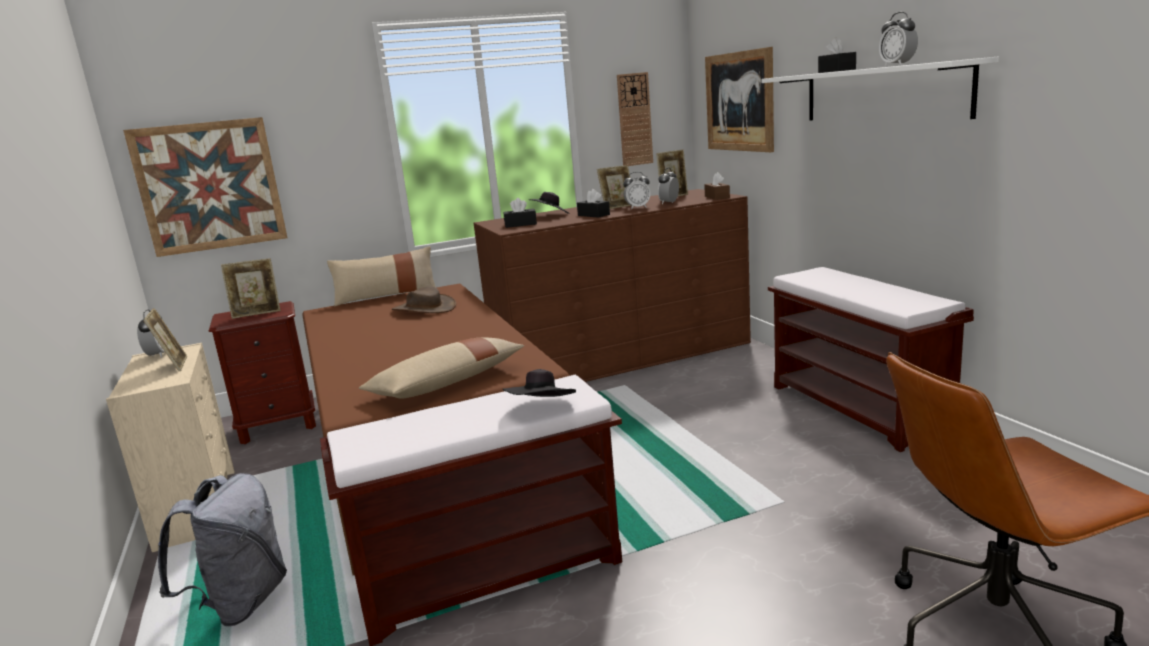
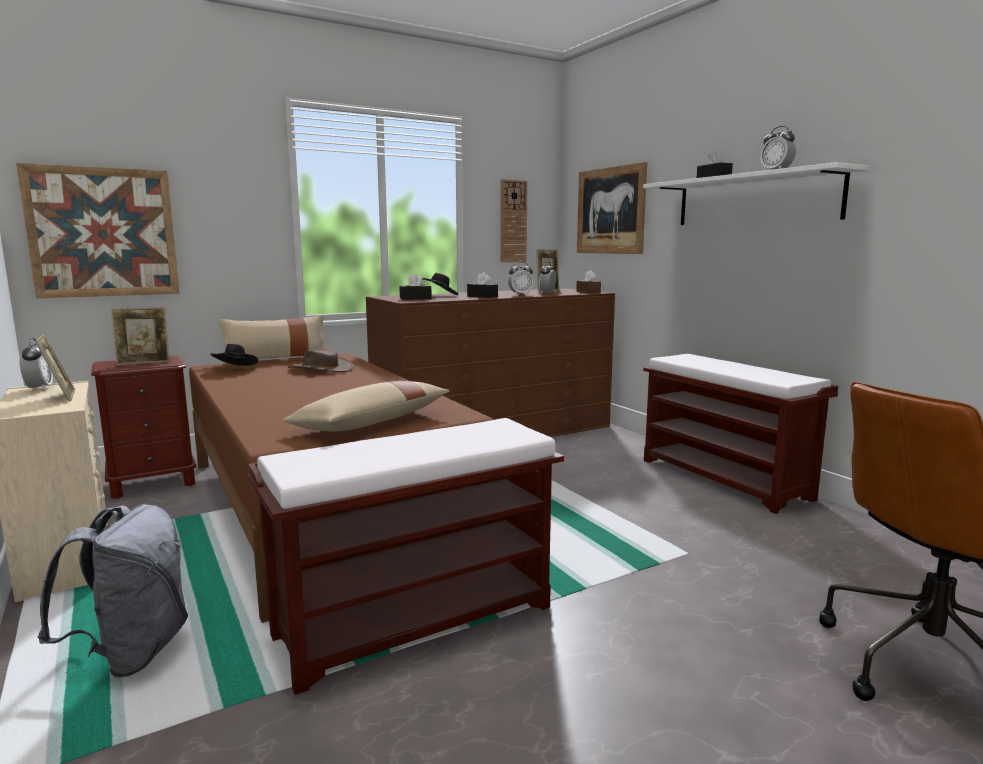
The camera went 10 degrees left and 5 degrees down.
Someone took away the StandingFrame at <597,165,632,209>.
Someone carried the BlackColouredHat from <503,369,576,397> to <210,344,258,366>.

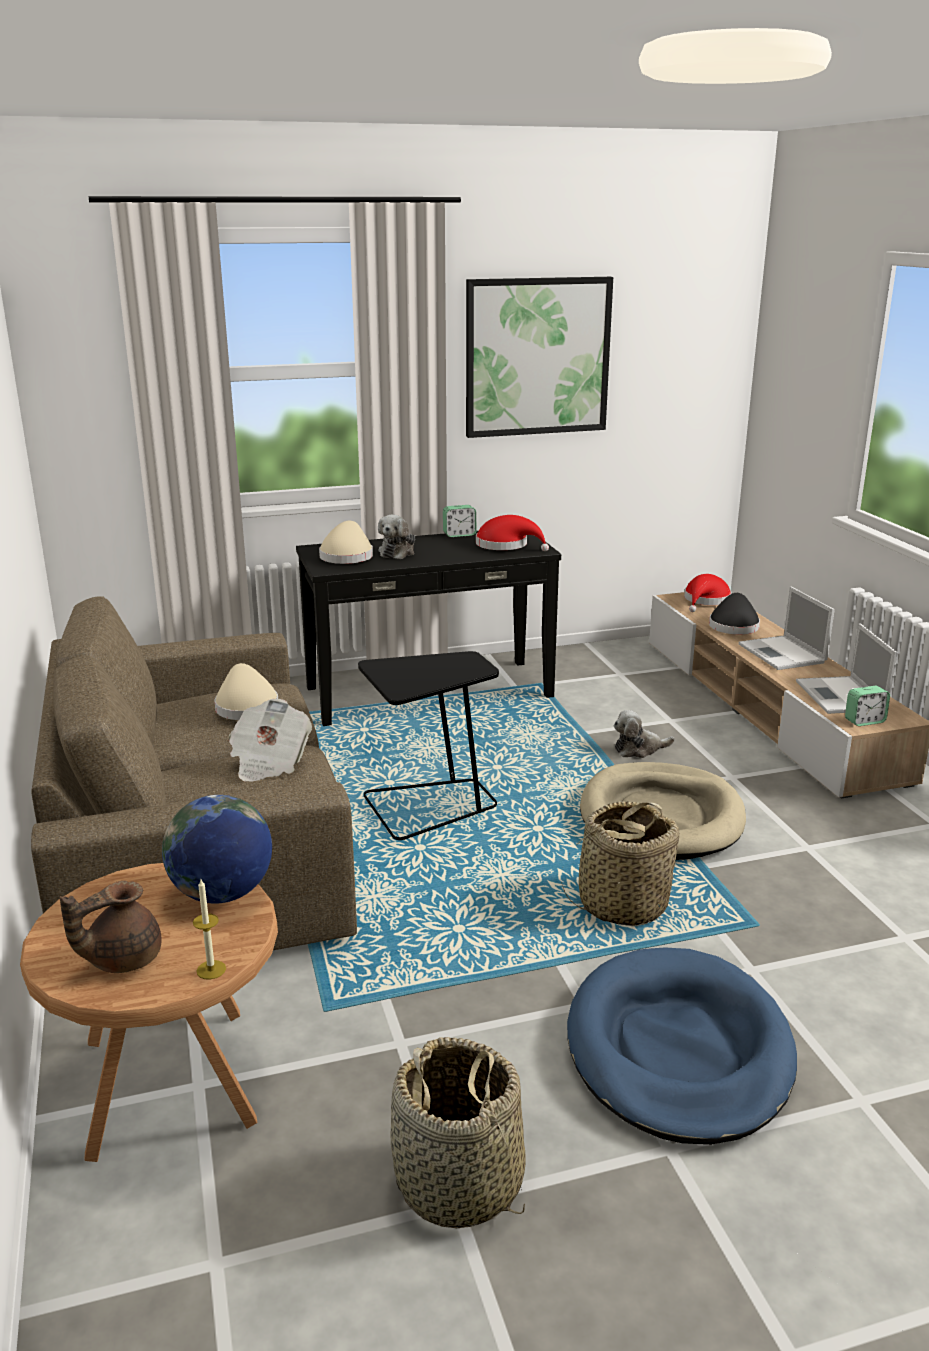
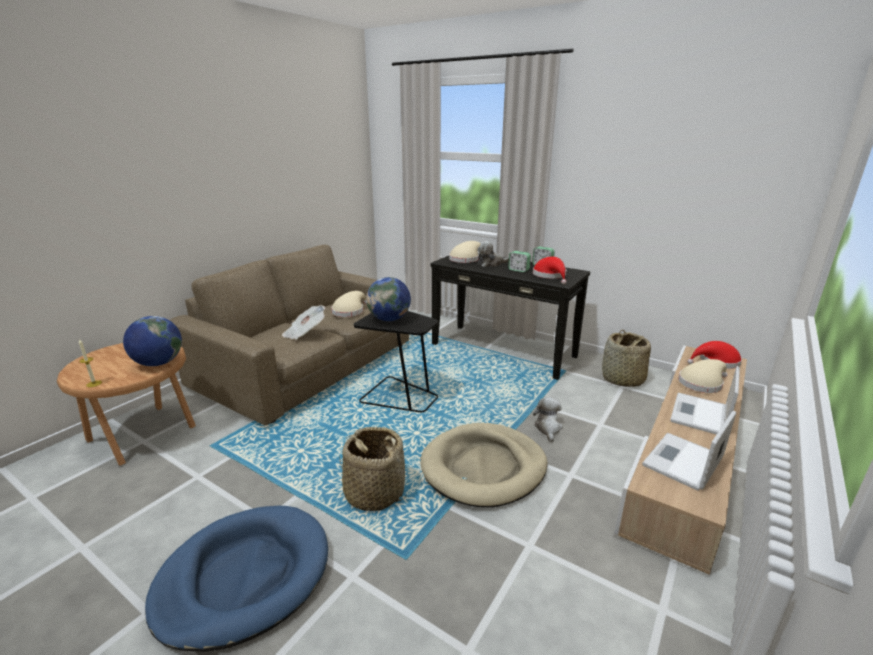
The camera went 50 degrees right and 0 degrees up.
Someone took away the BrownTeaPot at <60,881,162,973>.
Someone took away the WallPicture at <466,277,613,438>.
Someone put down the DeskGlobe at <366,277,411,321>.
Someone carried the StorageBasket from <391,1037,525,1228> to <602,329,651,387>.
Someone carried the TableClock from <845,686,890,726> to <508,251,531,272>.
Someone repainted the BlackColouredHat at <709,593,760,635>, which became the SandColouredHat at <678,359,728,393>.
Someone rotated the PlushToy at <614,710,675,758> by 60 degrees clockwise.

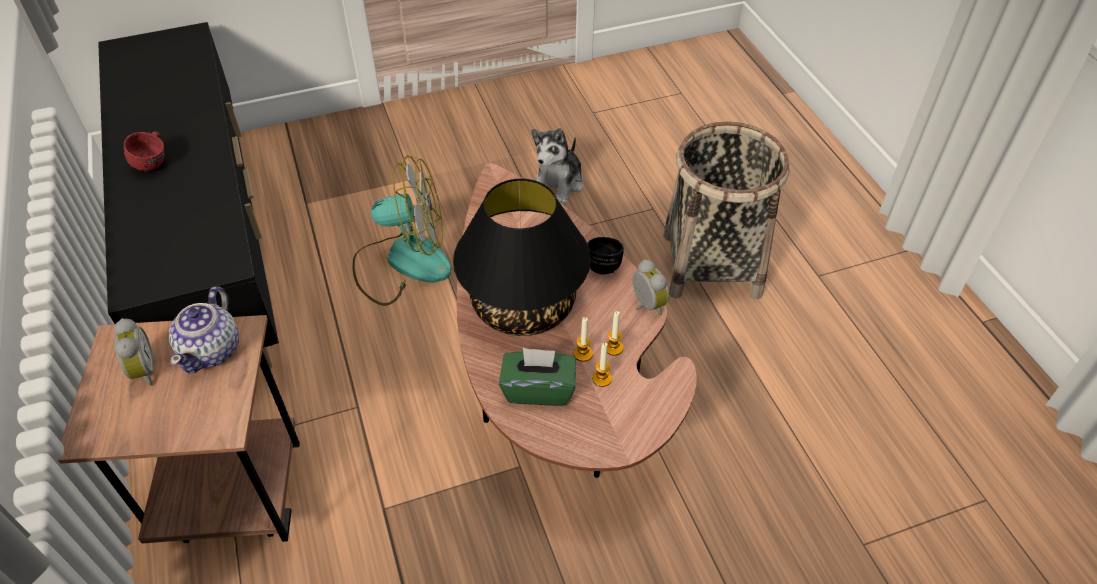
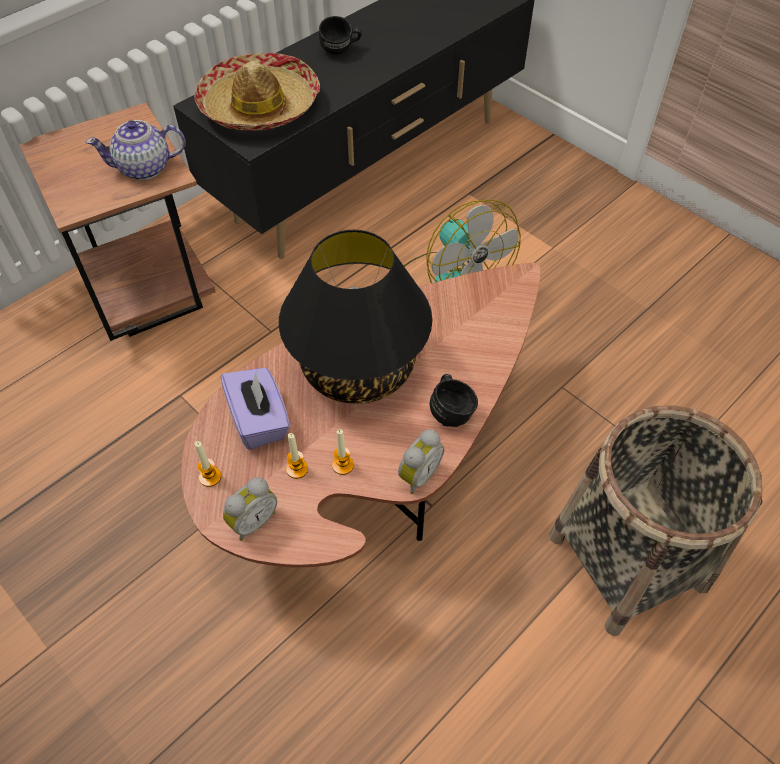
The camera went 65 degrees right and 5 degrees up.
Someone took away the PlushToy at <532,128,584,205>.
Someone put down the Hat at <195,53,320,131>.
Someone carried the TableClock from <114,318,154,386> to <223,477,277,541>.
Someone carried the Candle from <574,317,593,362> to <195,441,221,487>.
Someone repainted the RedCoffeeMug at <123,131,164,172>, which became the BlackColouredCoffeeMug at <319,16,362,55>.
Someone repainted the GreenColouredTissueBox at <499,347,576,406>, which became the PurpleColouredTissueBox at <221,368,290,450>.

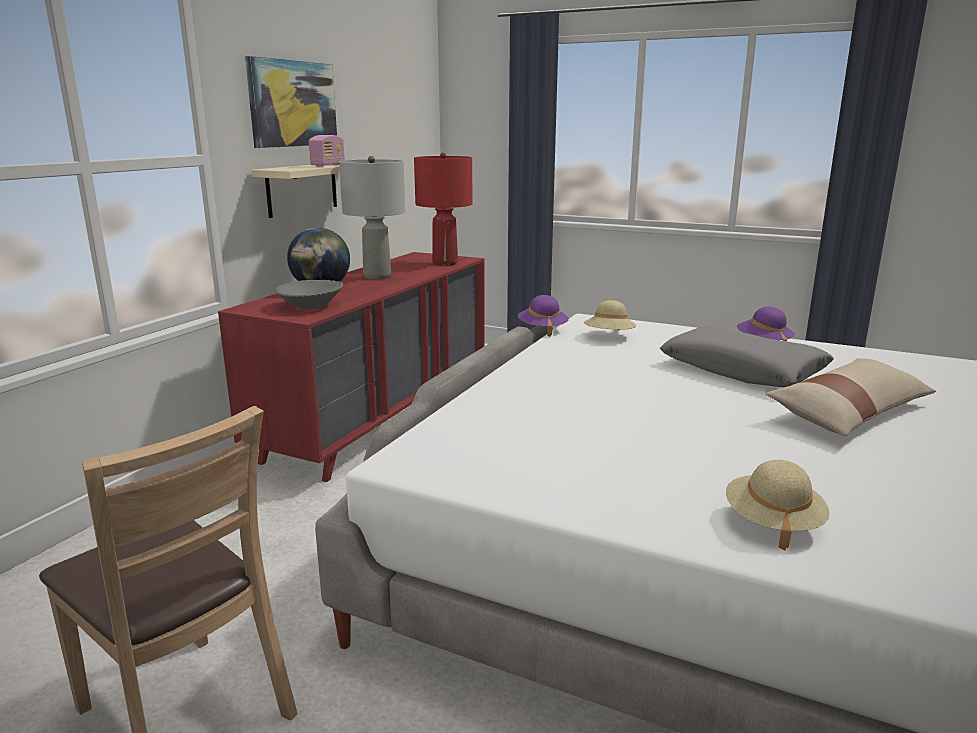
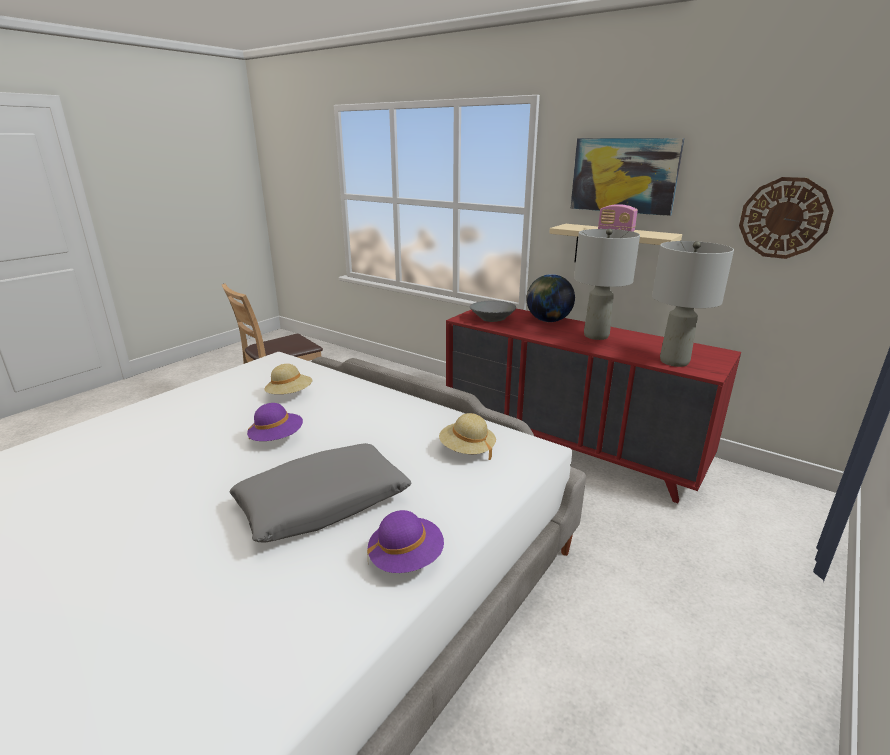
The camera went 100 degrees right and 5 degrees up.
Someone took away the SandColouredThrowPillow at <766,358,936,436>.
Someone put up the WallClock at <739,177,834,259>.
Someone carried the PurpleColouredHat from <518,295,569,337> to <247,403,303,441>.
Someone carried the SandColouredHat from <726,460,830,550> to <264,364,312,394>.
Someone repainted the RedTabletopLamp at <414,153,473,266>, which became the GrayTabletopLamp at <652,241,734,367>.

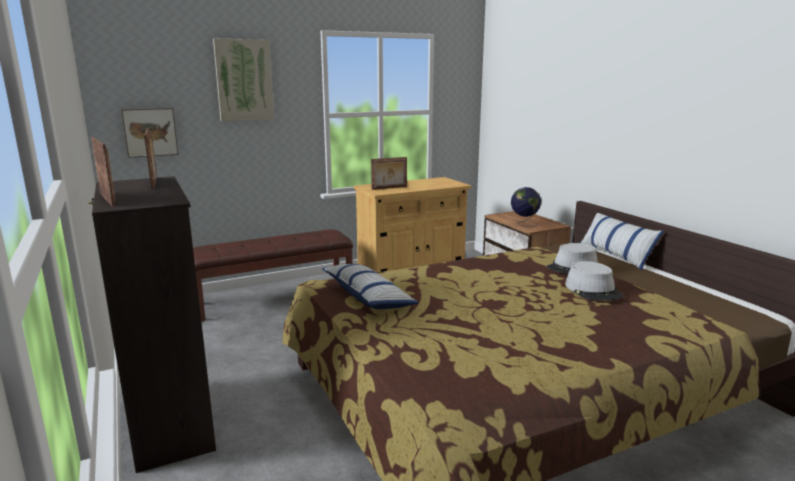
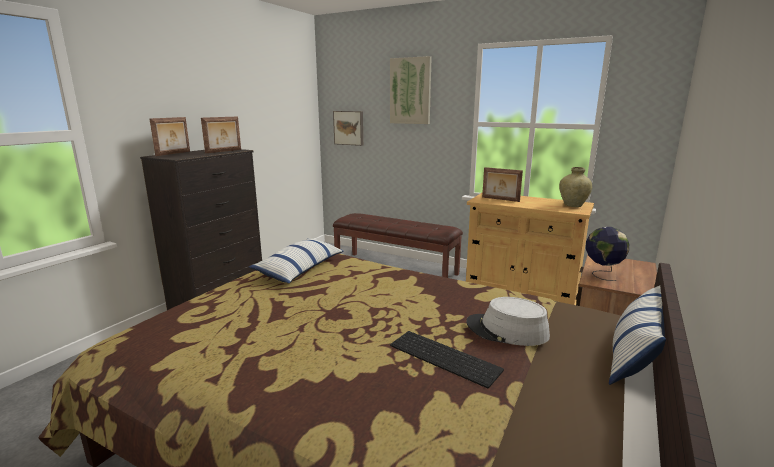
The camera went 55 degrees right and 0 degrees up.
Someone put down the SandColouredDecorativeVase at <559,167,592,207>.
Someone swapped the GrayHat at <565,261,623,301> for the PcKeyboard at <390,331,504,388>.

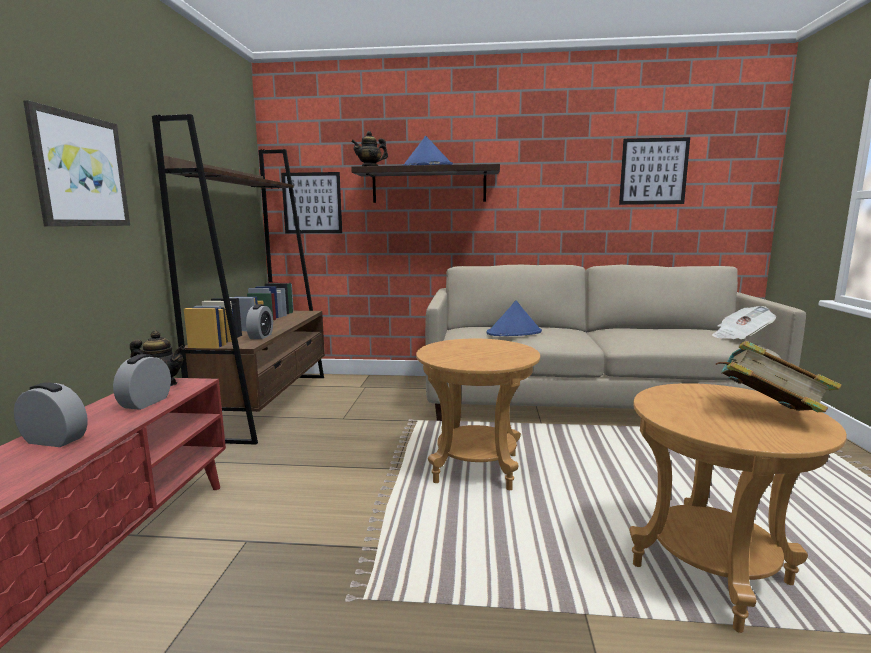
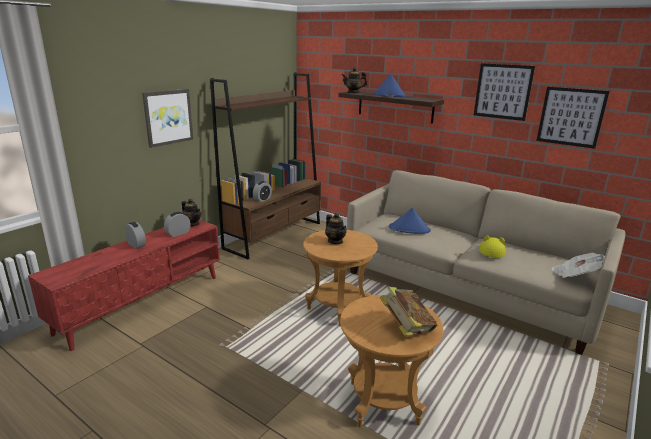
The camera went 30 degrees right and 10 degrees up.
Someone put down the TeaPot at <325,213,346,244>.
Someone put down the YellowishHat at <479,235,506,258>.
Someone carried the WallPicture from <281,172,342,233> to <474,63,535,121>.

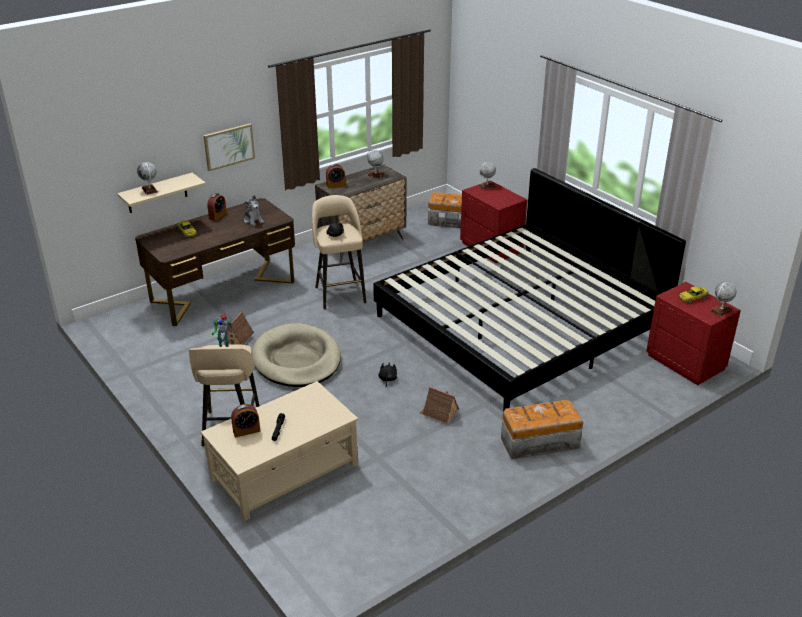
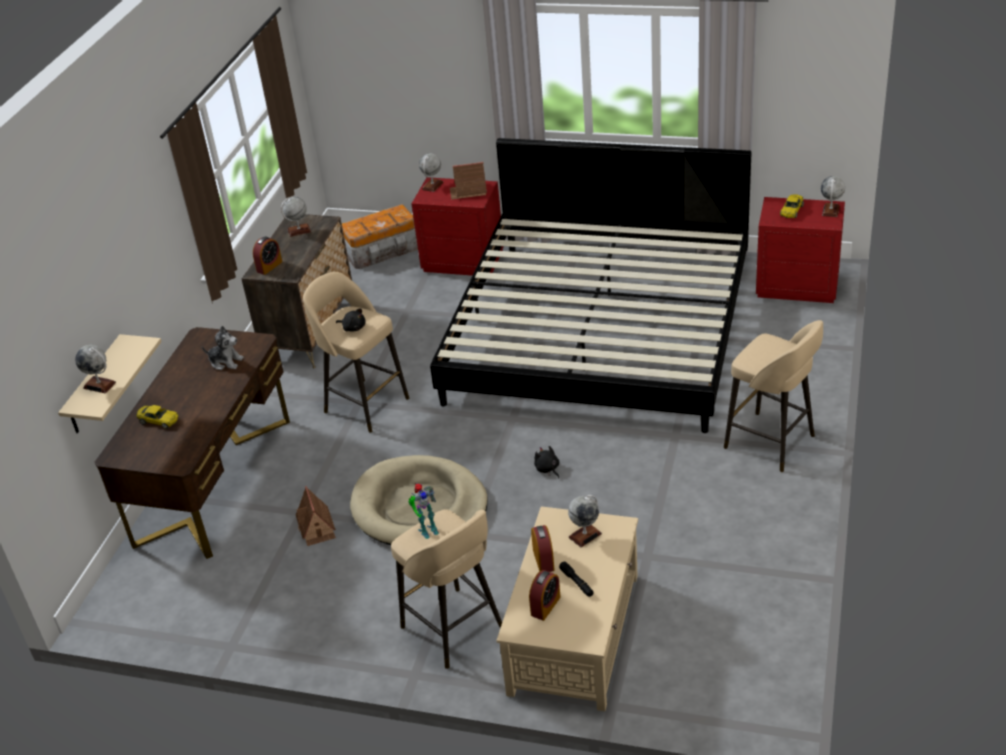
The camera went 35 degrees left and 5 degrees up.
Someone took away the WallPicture at <203,123,255,171>.
Someone put down the DeskGlobe at <568,495,602,547>.
Someone carried the TableClock from <207,193,227,221> to <531,525,555,572>.
Someone carried the ToyHouse from <419,387,459,424> to <449,162,487,200>.
Someone swapped the StorageBox at <501,400,583,459> for the SandColouredStool at <724,320,823,472>.

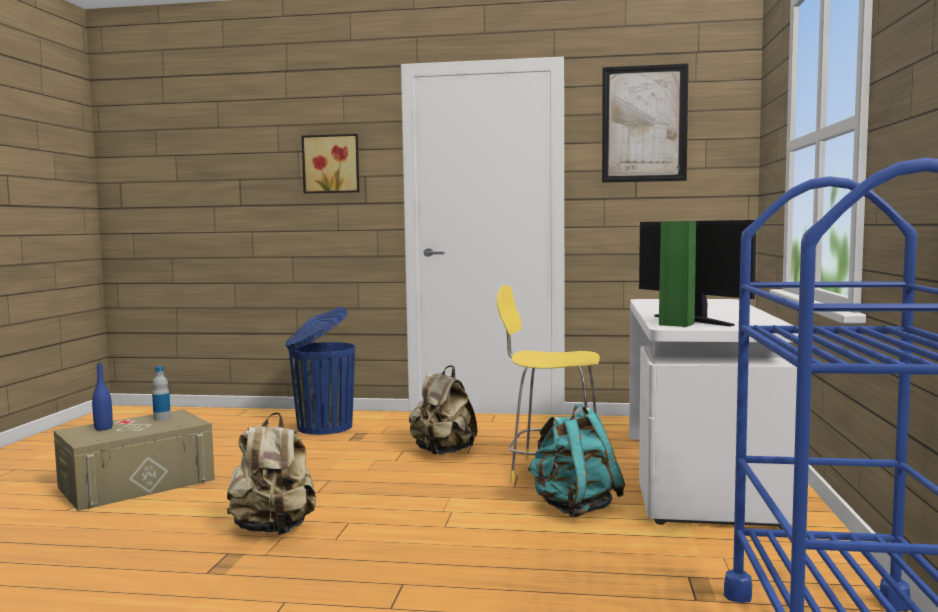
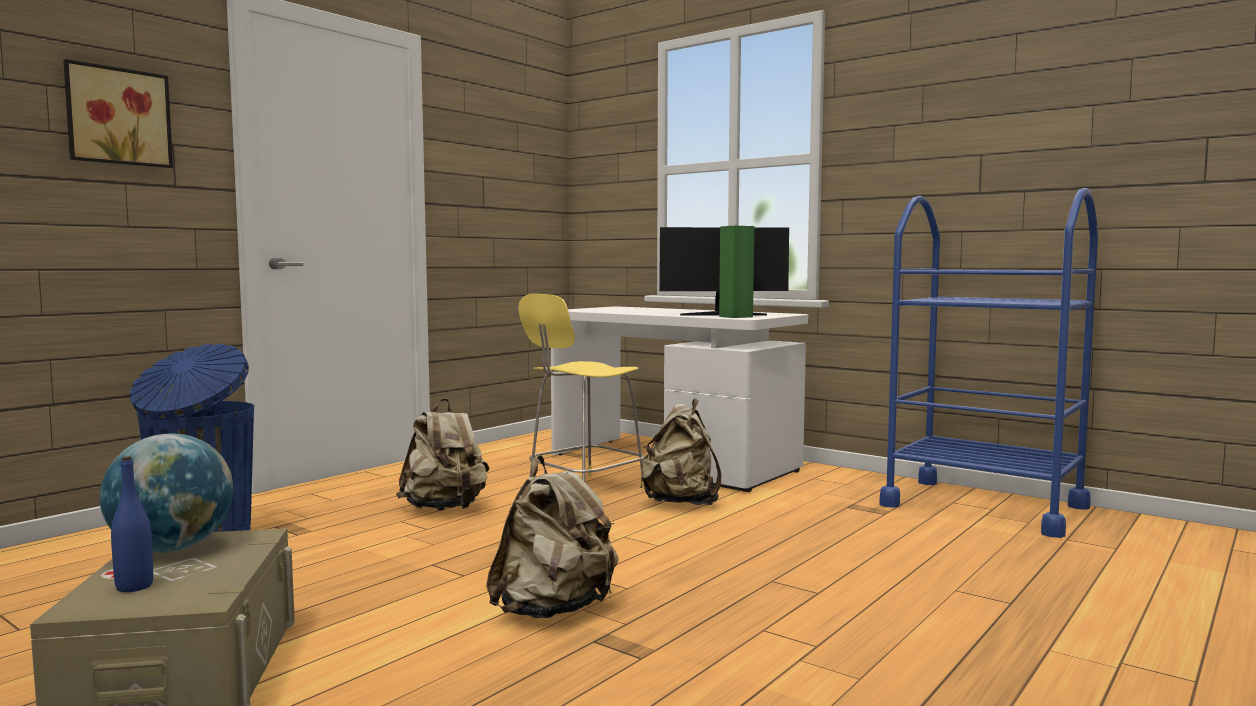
The camera went 60 degrees left and 0 degrees up.
Someone took away the WallPicture at <602,64,688,183>.
Someone swapped the Bottle at <152,366,171,421> for the DeskGlobe at <100,433,233,553>.
Someone repainted the BlueGreenKnapsack at <528,404,625,517>, which became the SandColouredKnapsack at <640,398,721,505>.

